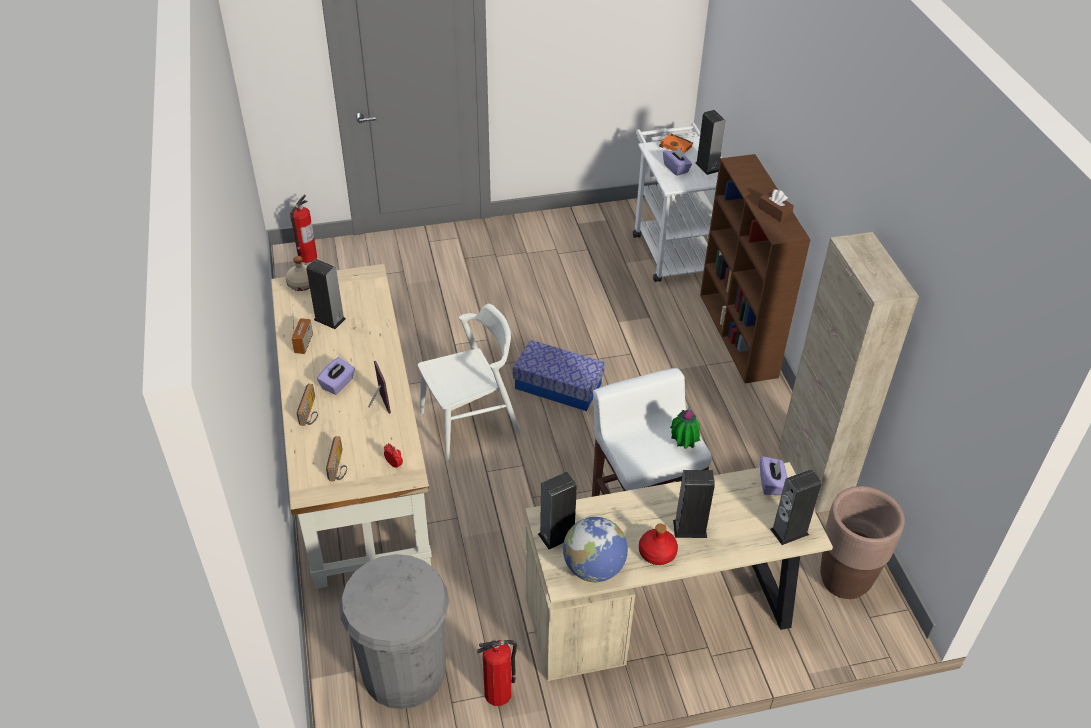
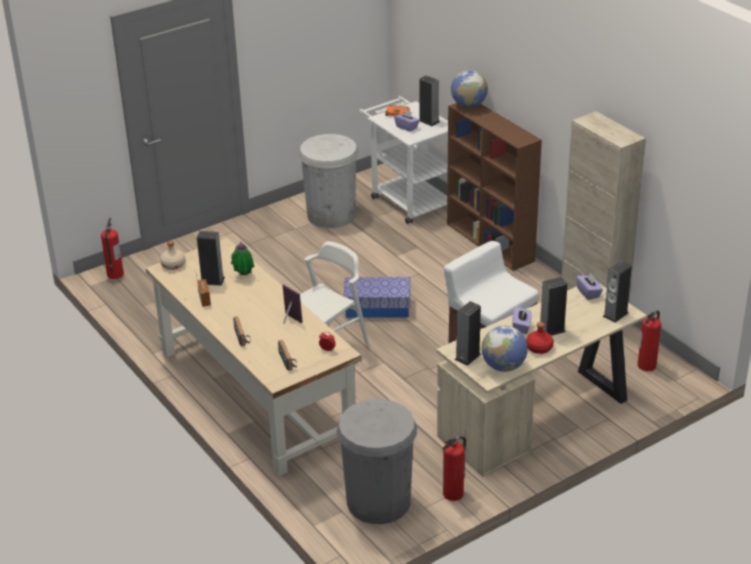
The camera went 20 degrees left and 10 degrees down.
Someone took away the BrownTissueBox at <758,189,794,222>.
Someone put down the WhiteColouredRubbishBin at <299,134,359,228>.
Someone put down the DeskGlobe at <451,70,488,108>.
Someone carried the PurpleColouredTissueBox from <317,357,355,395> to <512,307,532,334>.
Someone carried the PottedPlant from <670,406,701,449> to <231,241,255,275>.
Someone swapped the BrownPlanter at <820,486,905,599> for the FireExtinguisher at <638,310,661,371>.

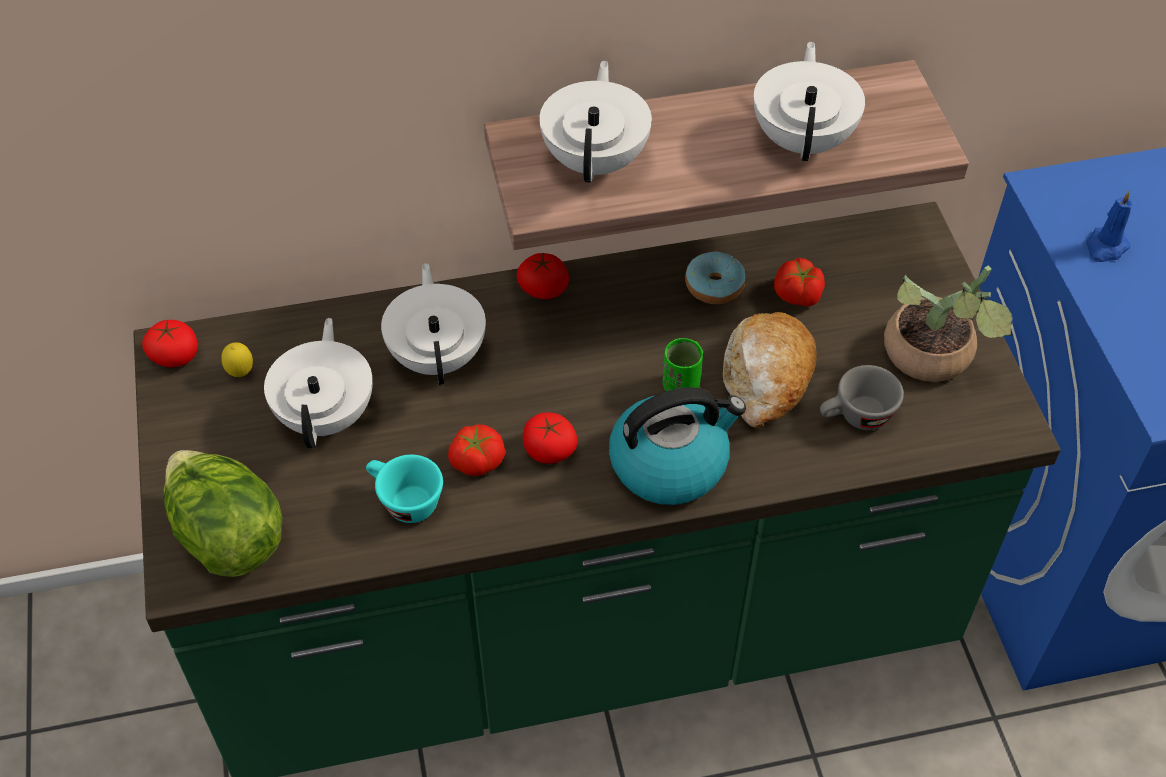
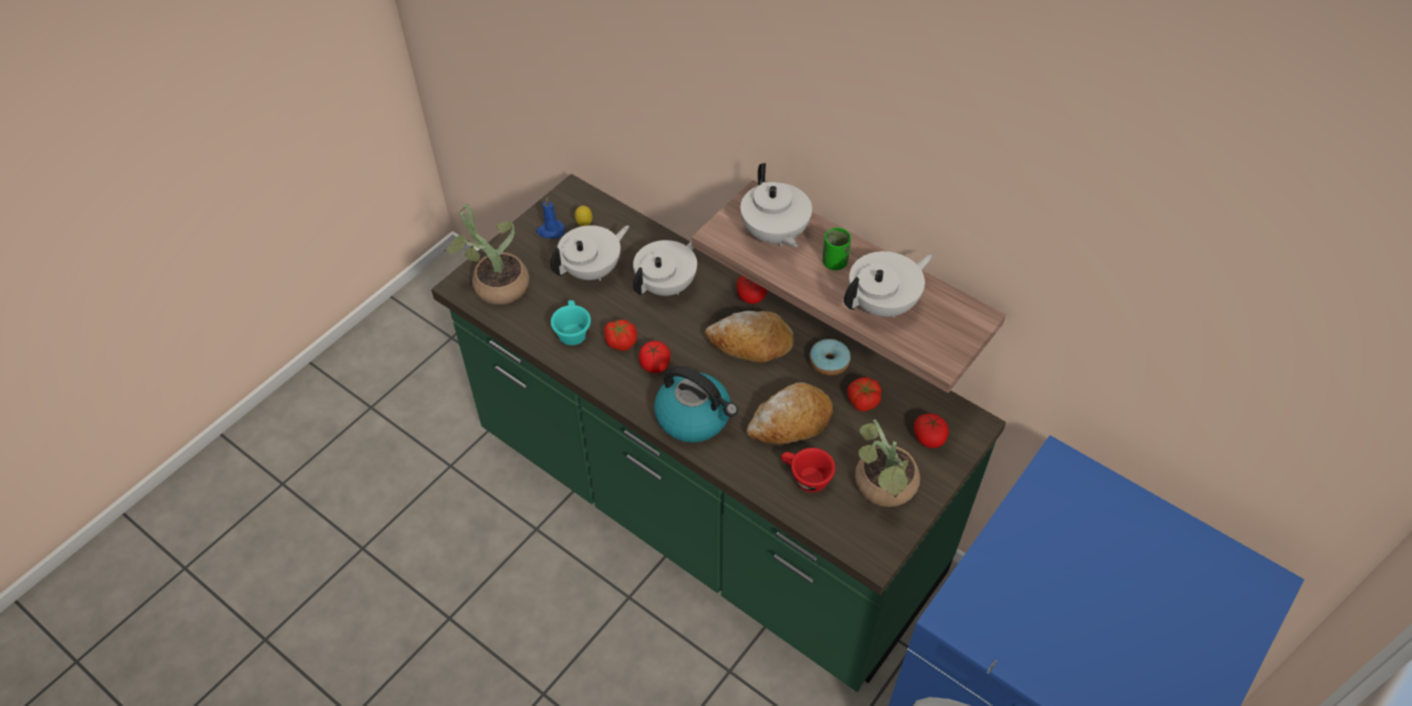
The camera went 50 degrees right and 0 degrees up.
Someone put down the Bread at <705,311,794,363>.
Someone carried the Tomato from <142,319,198,367> to <914,413,949,448>.
Someone carried the GreenColouredDrinkingCup from <663,338,703,391> to <822,228,851,270>.
Someone carried the BlueCandle from <1086,190,1132,262> to <536,197,565,239>.
Someone swapped the HeadOfLettuce at <164,450,282,577> for the PottedPlant at <444,204,529,305>.
Someone repainted the GrayDrinkingCup at <820,365,904,430>, which became the RedDrinkingCup at <781,448,835,492>.
Someone rotated the WhiteColouredTeaPot at <539,60,652,183> by 105 degrees clockwise.

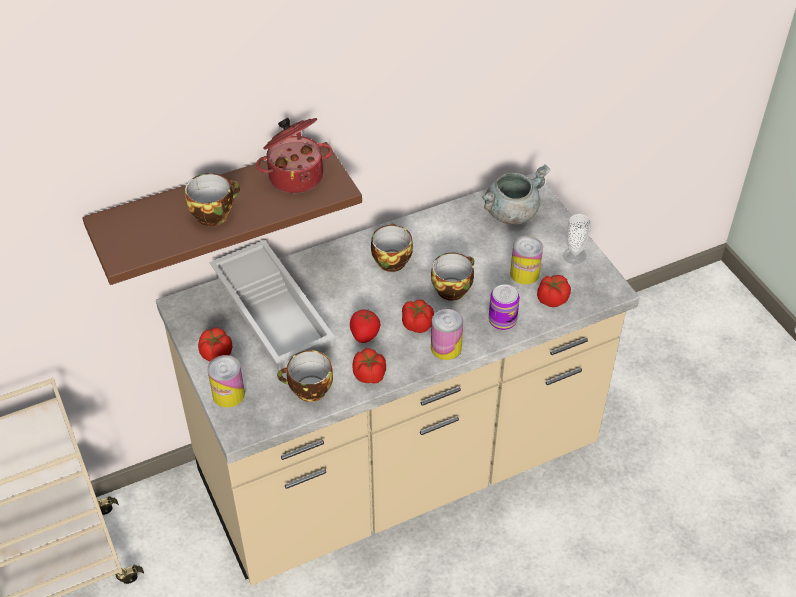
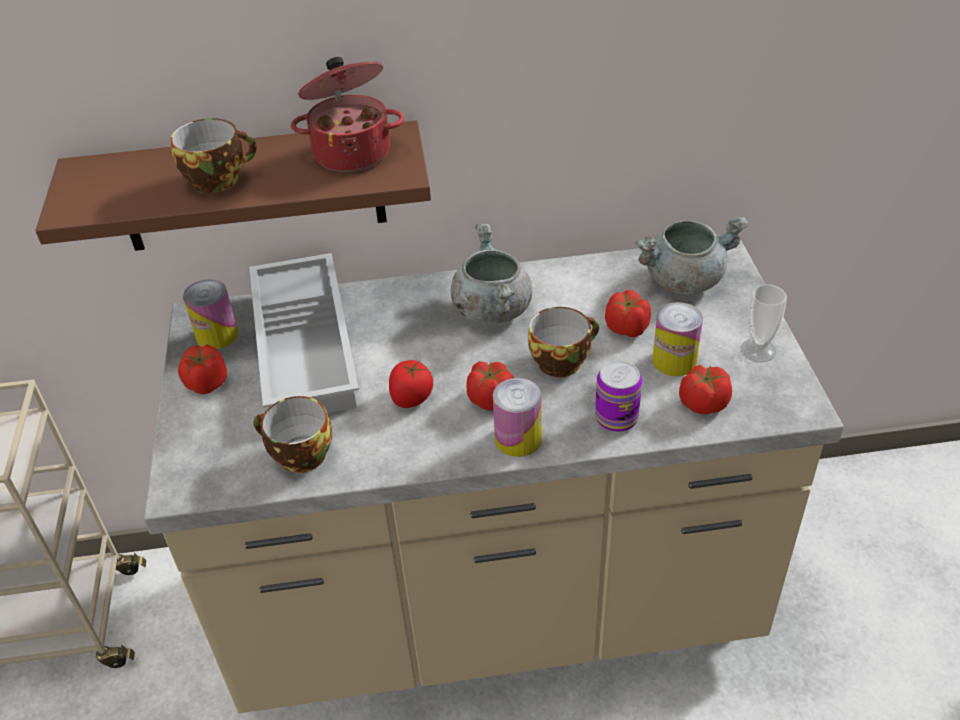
The camera went 20 degrees right and 5 degrees down.
Someone carried the SealedCan from <207,355,245,408> to <183,279,238,349>.
Someone carried the Tomato from <352,348,386,384> to <605,290,651,337>.
Someone swapped the DrinkingCup at <371,224,413,272> for the GrayStockpot at <451,224,533,324>.

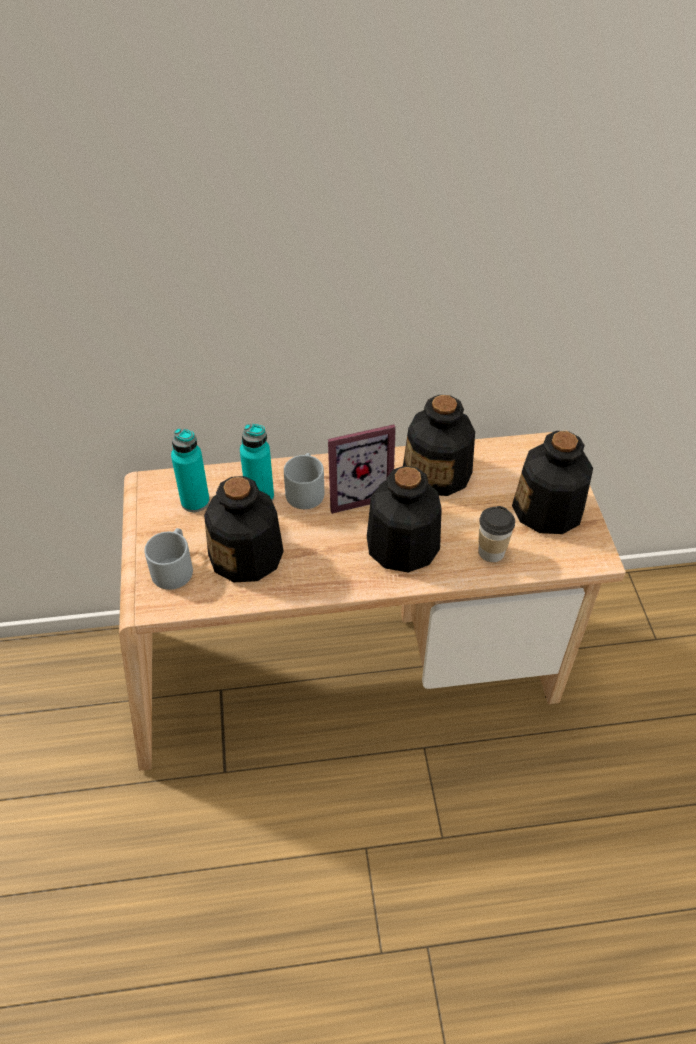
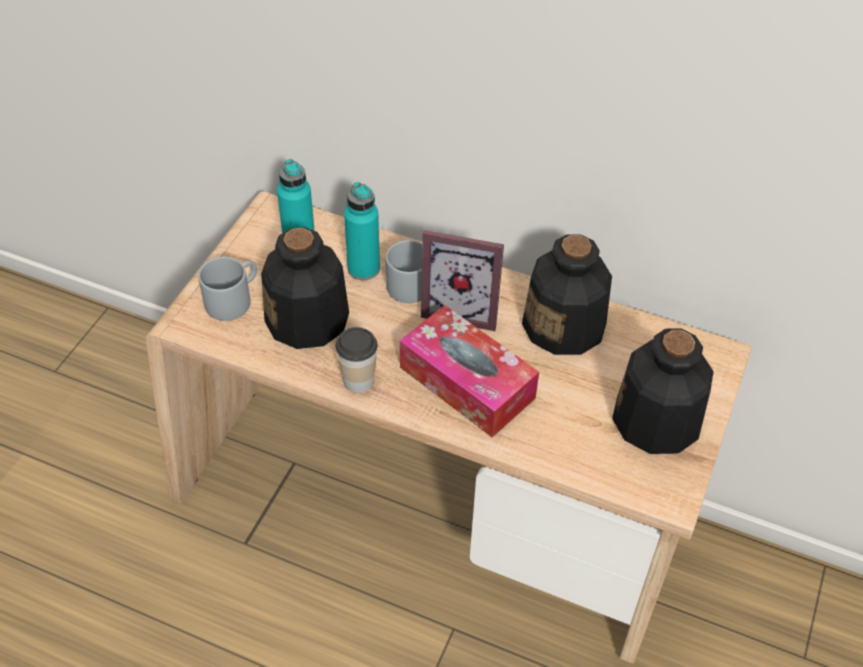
The camera went 30 degrees right and 0 degrees up.
Someone carried the DrinkingCup from <478,506,515,562> to <336,327,377,393>.
Someone swapped the Bottle at <367,466,442,573> for the TissueBox at <400,305,539,437>.

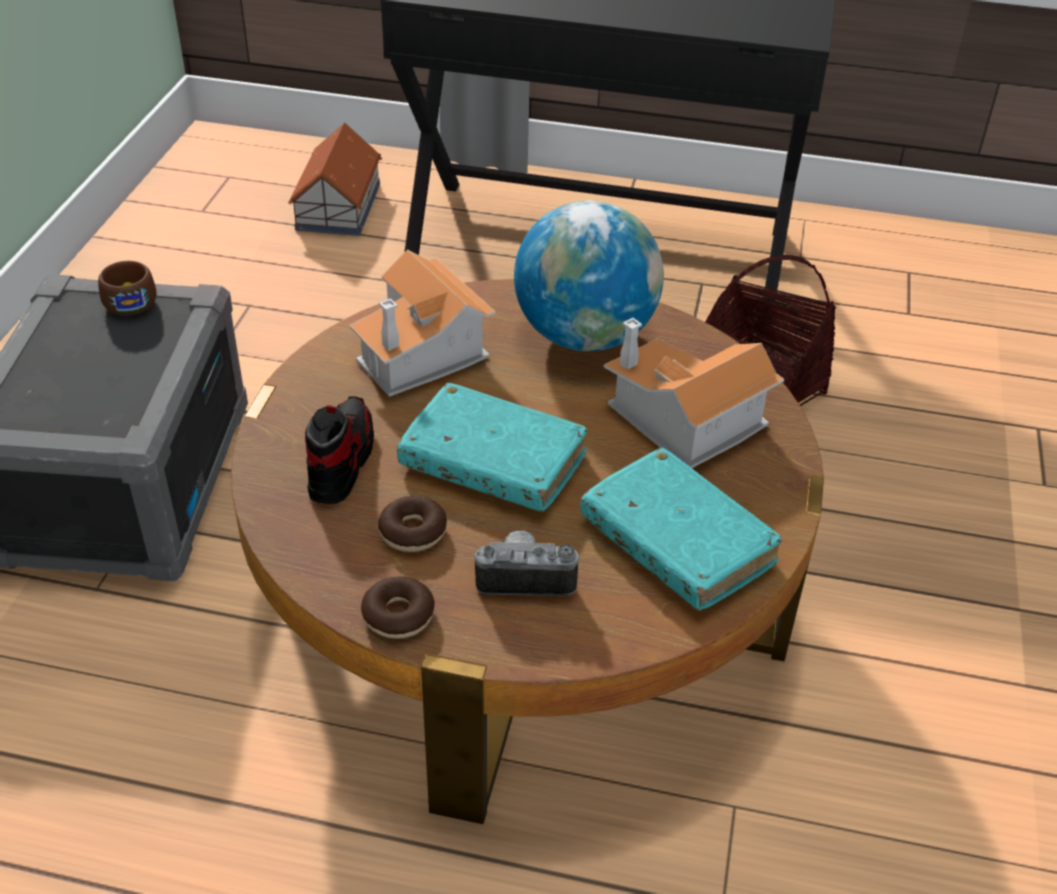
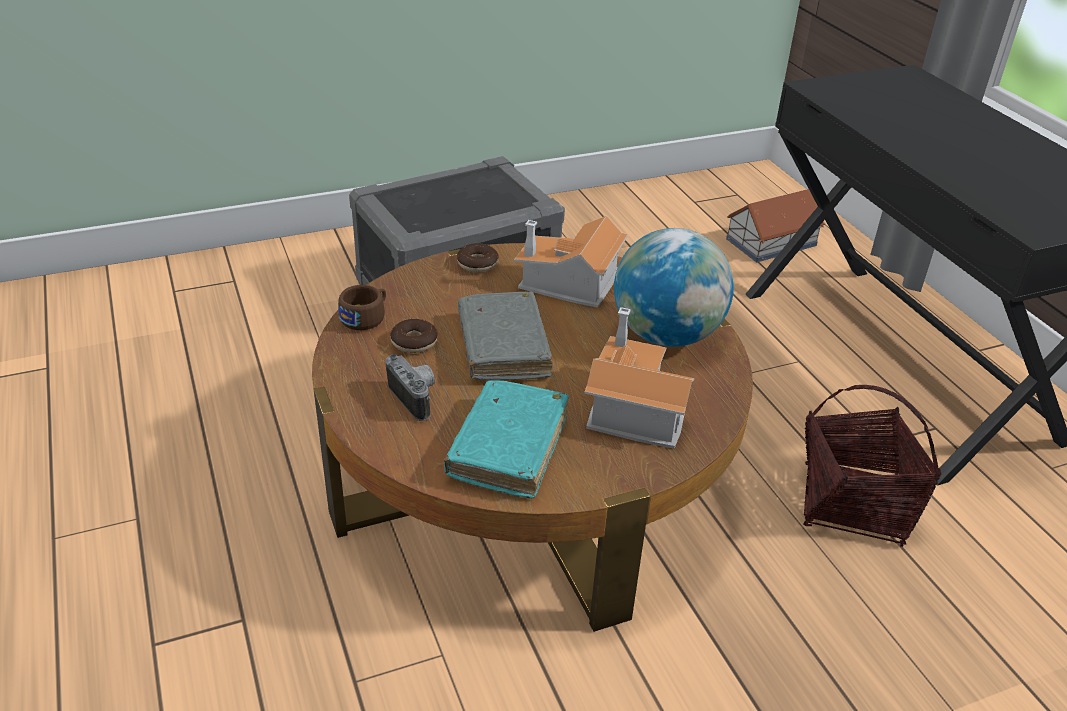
The camera went 55 degrees right and 5 degrees down.
Someone took away the Shoe at <305,396,374,504>.
Someone carried the BrownDrinkingCup from <98,261,157,315> to <338,285,386,330>.
Someone carried the Donut from <361,576,435,639> to <457,243,499,272>.
Someone repainted the BlueGreenBook at <397,383,588,512>, which became the GrayBook at <458,291,553,380>.

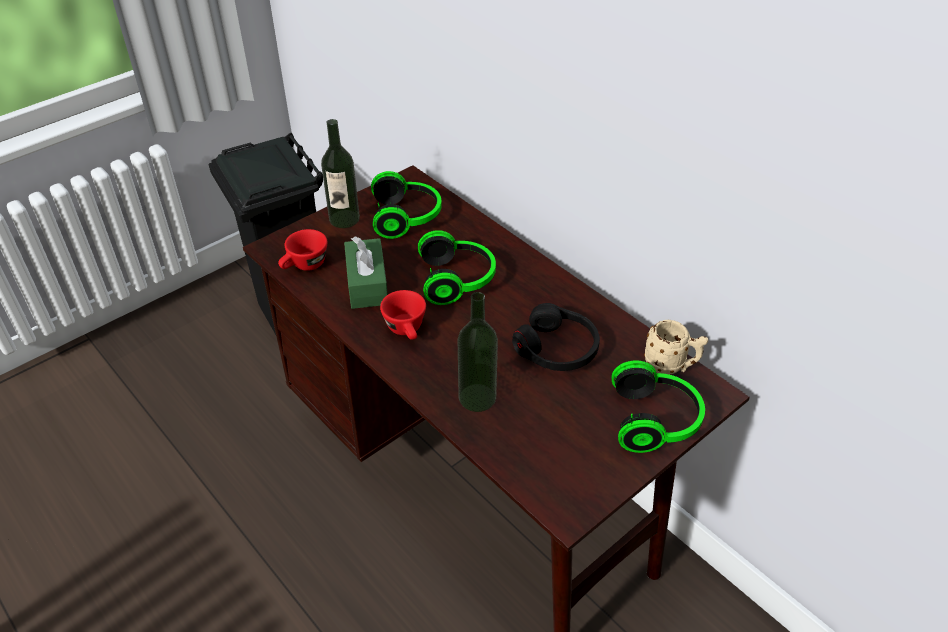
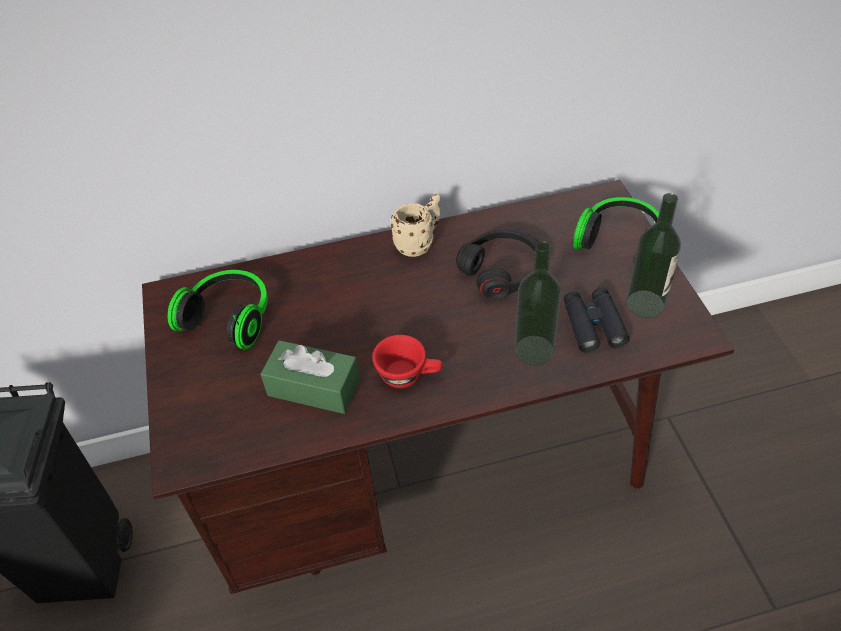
The camera went 60 degrees left and 5 degrees up.
Someone took away the RedDrinkingCup at <278,229,327,271>.
Someone took away the Headphones at <418,230,496,305>.
Someone put down the BlackColouredBinoculars at <564,288,630,353>.
Someone carried the Bottle from <321,119,360,228> to <626,193,681,318>.
Someone carried the SandColouredCoffeeMug from <644,320,708,375> to <391,194,441,257>.

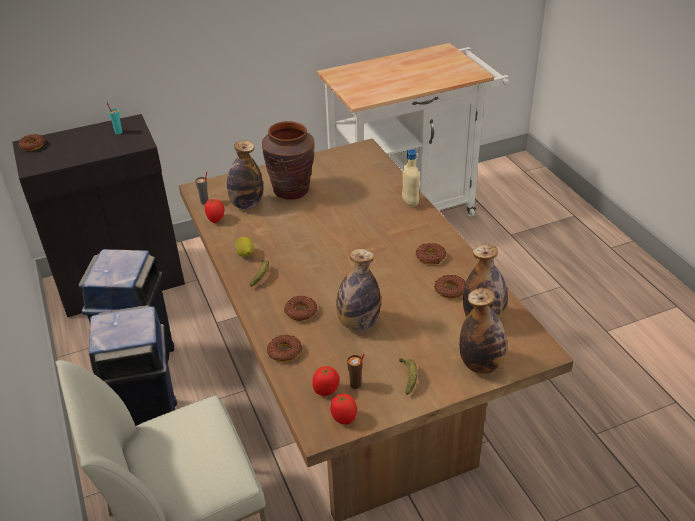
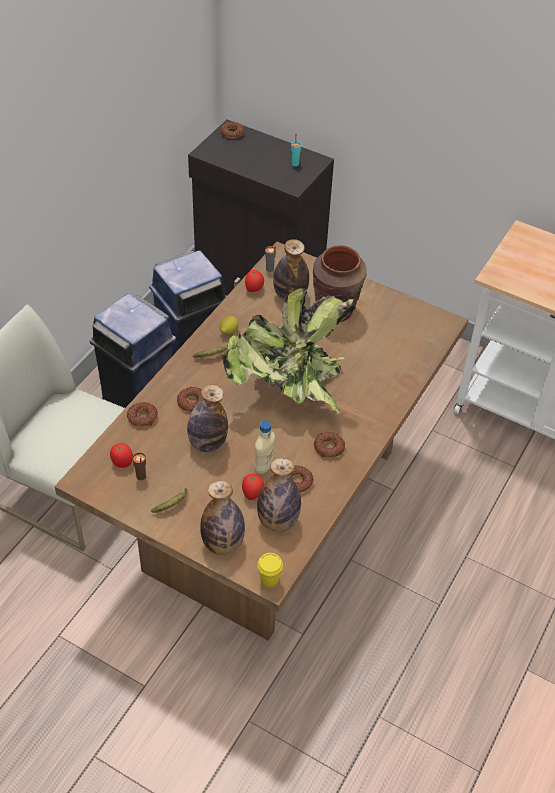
The camera went 50 degrees right and 10 degrees up.
Someone put down the PottedPlant at <222,288,356,413>.
Someone put down the YellowishDrinkingCup at <257,553,283,588>.
Someone carried the Tomato from <330,394,357,425> to <242,474,264,500>.
Someone carried the SandColouredBottle from <402,149,420,207> to <254,420,275,474>.

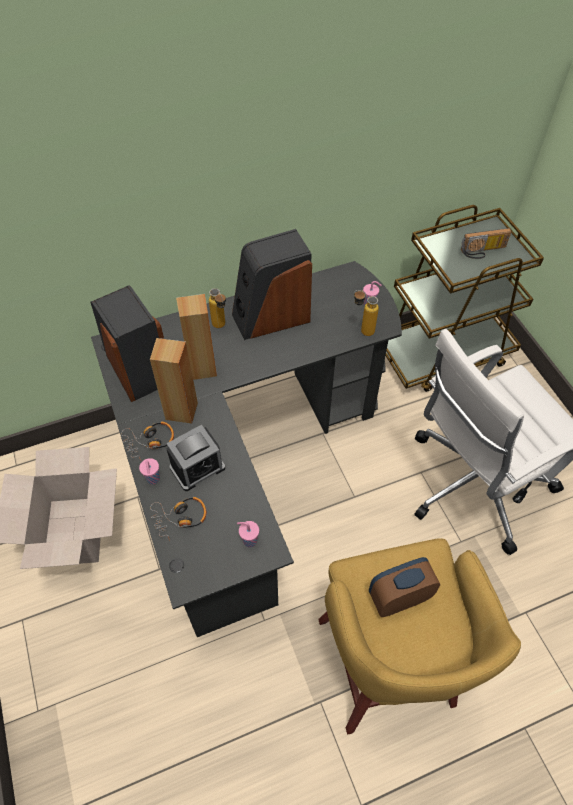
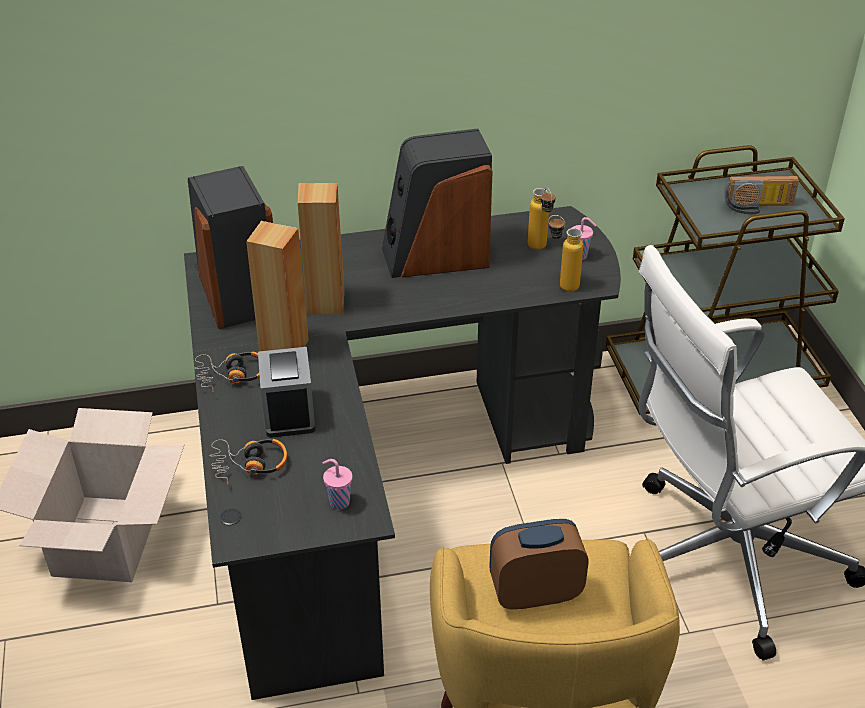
The camera went 10 degrees right and 15 degrees down.
Someone took away the PinkDrinkingCup at <139,458,160,484>.
Someone carried the Bottle from <209,288,226,328> to <528,188,555,250>.
Someone rotated the TableClock at <166,425,225,491> by 75 degrees counterclockwise.

